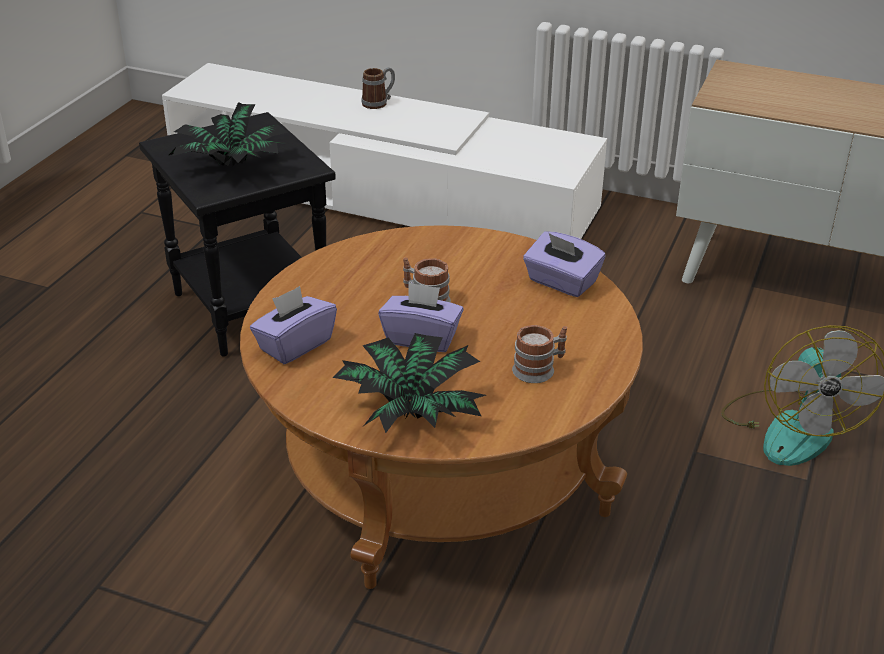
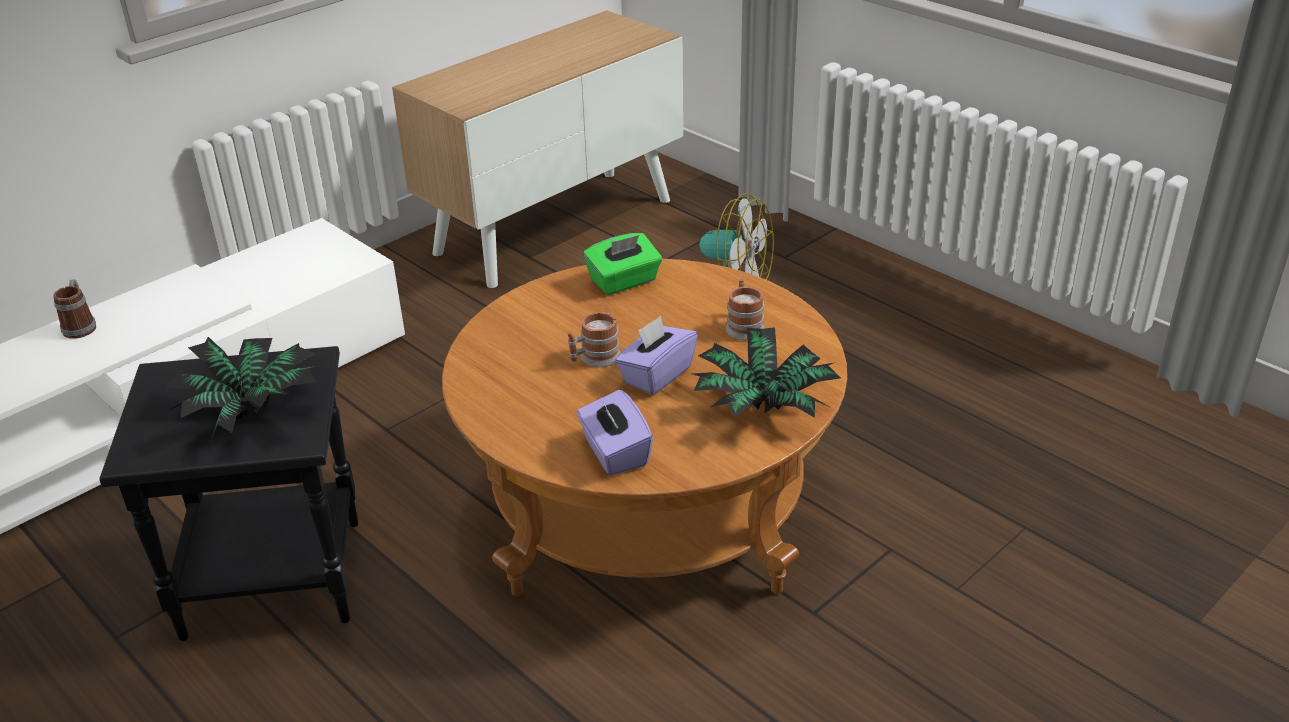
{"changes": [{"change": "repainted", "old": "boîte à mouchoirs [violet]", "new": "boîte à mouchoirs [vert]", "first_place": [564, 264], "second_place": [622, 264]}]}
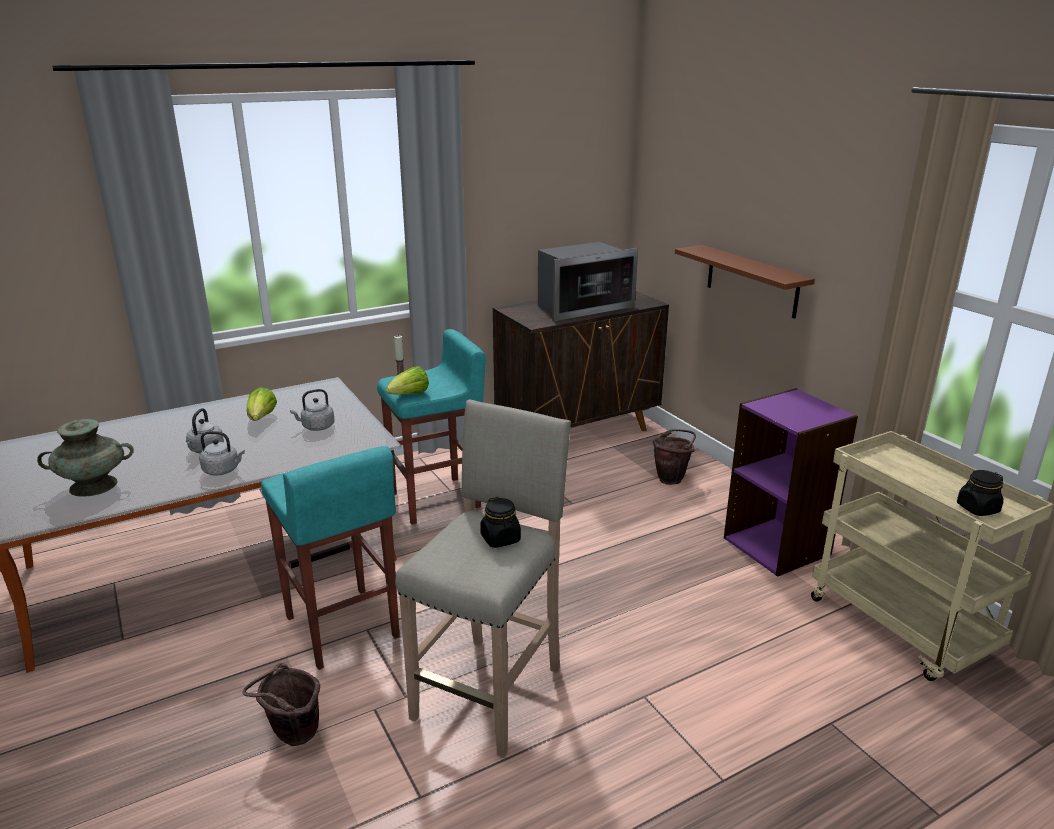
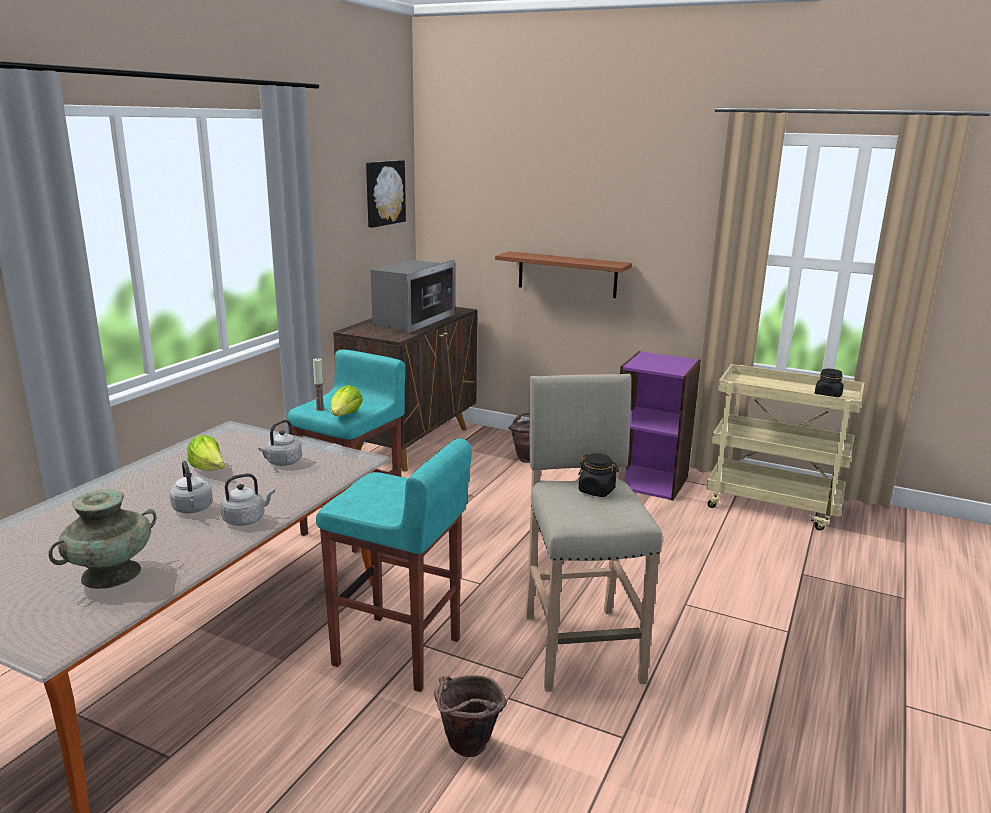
{"changes": [{"change": "new", "new": "tableau", "second_place": [386, 194]}]}
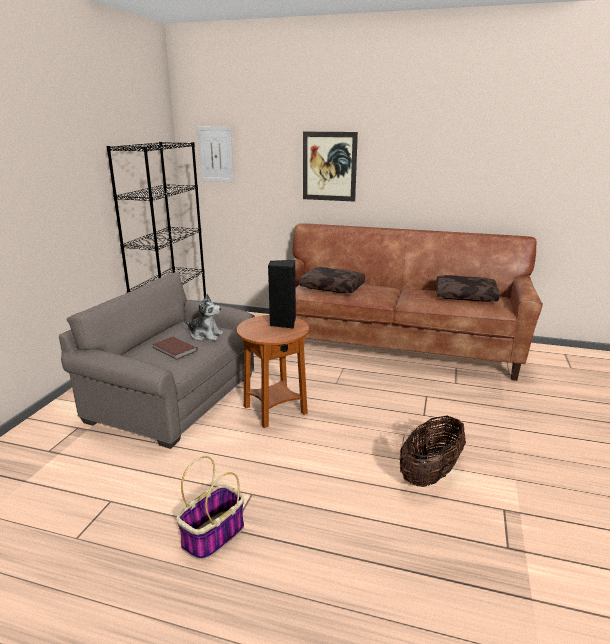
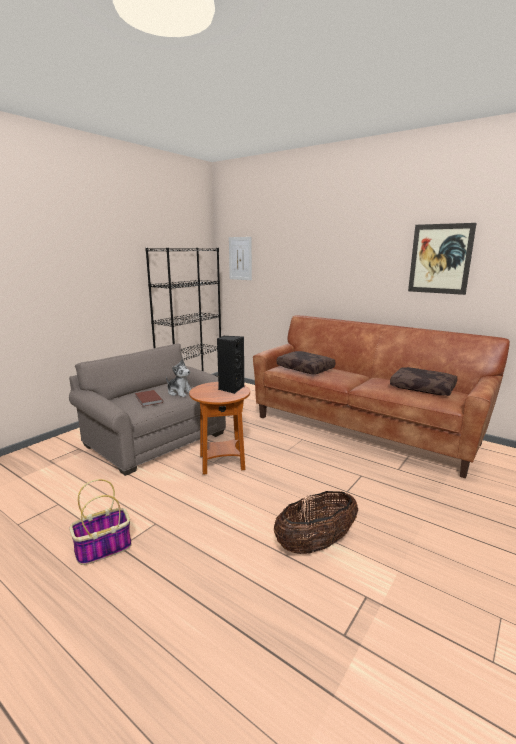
{"changes": [{"change": "shifted", "old": "tableau", "first_place": [330, 167], "second_place": [442, 259]}]}
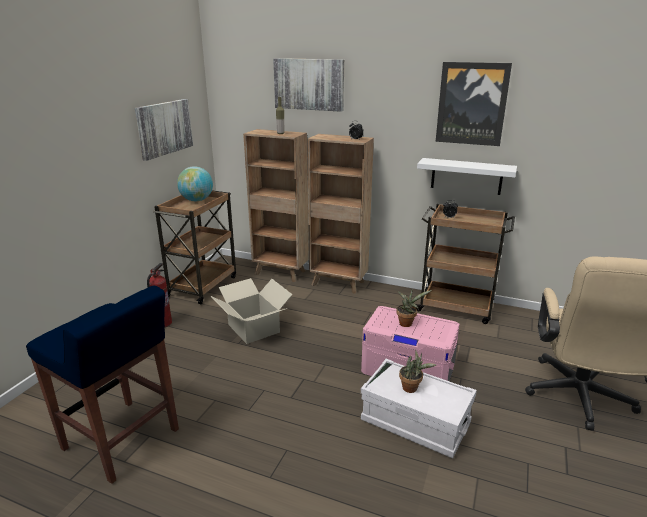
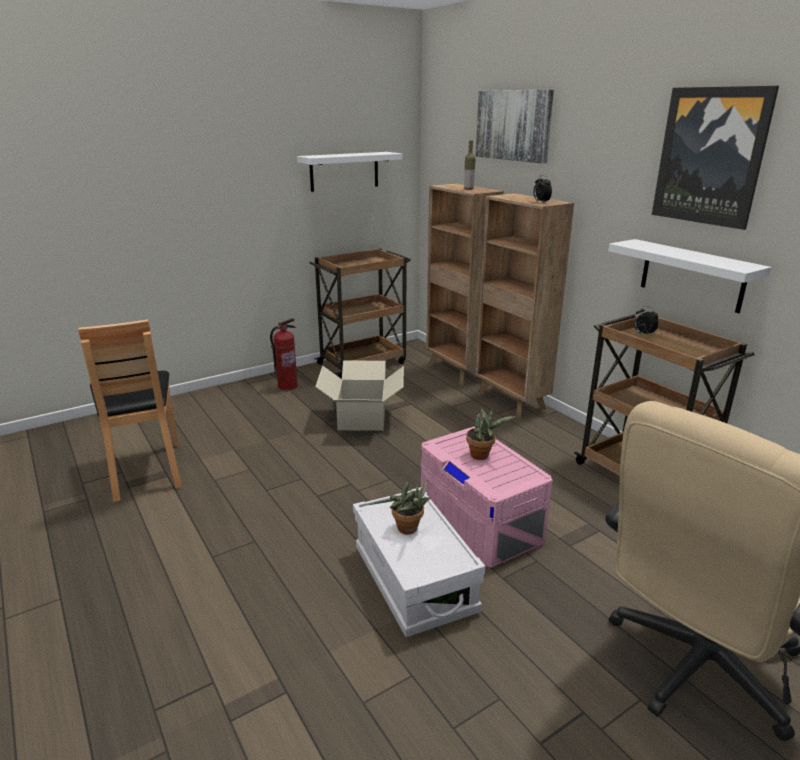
{"changes": [{"change": "swapped", "old": "tabouret [bleu]", "new": "chaise [marron]", "first_place": [102, 384], "second_place": [130, 410]}, {"change": "swapped", "old": "tableau", "new": "étagère [blanc]", "first_place": [164, 130], "second_place": [349, 172]}, {"change": "gone", "old": "globe", "first_place": [195, 183]}]}
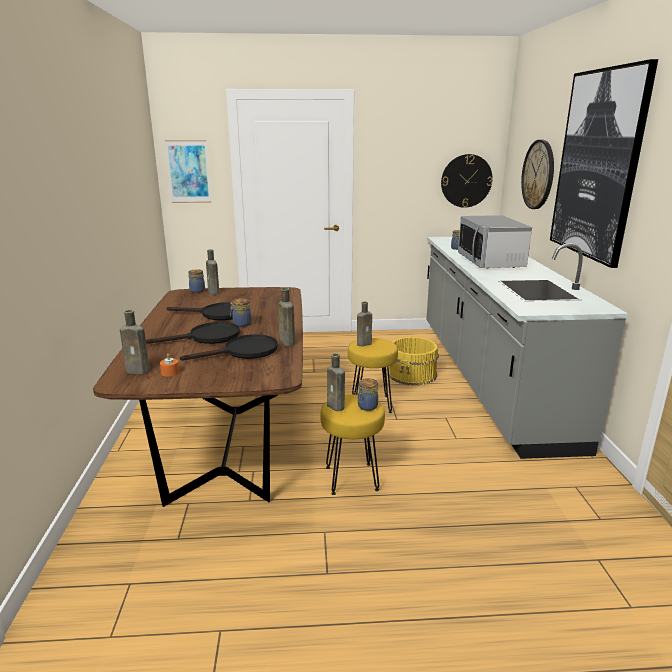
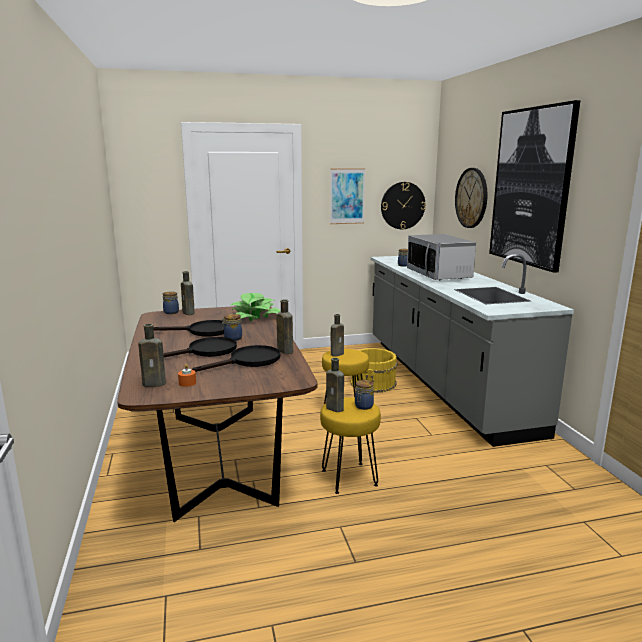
{"changes": [{"change": "new", "new": "plante en pot", "second_place": [255, 307]}, {"change": "shifted", "old": "tableau", "first_place": [188, 171], "second_place": [347, 196]}]}
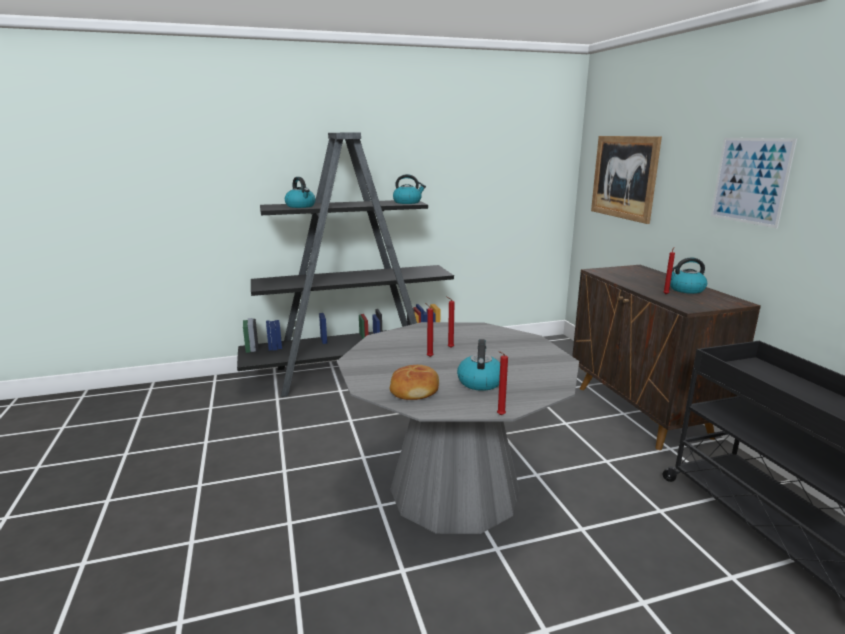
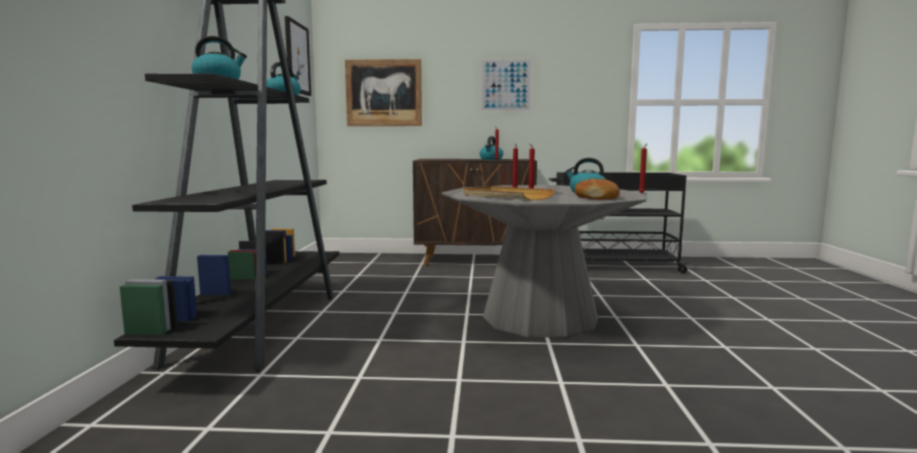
{"changes": [{"change": "new", "new": "tableau", "second_place": [298, 56]}, {"change": "new", "new": "plateau [beige]", "second_place": [509, 193]}]}
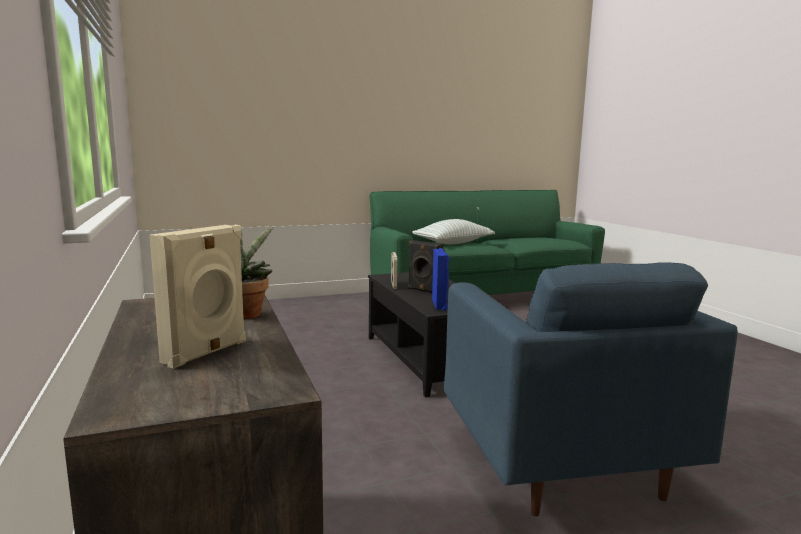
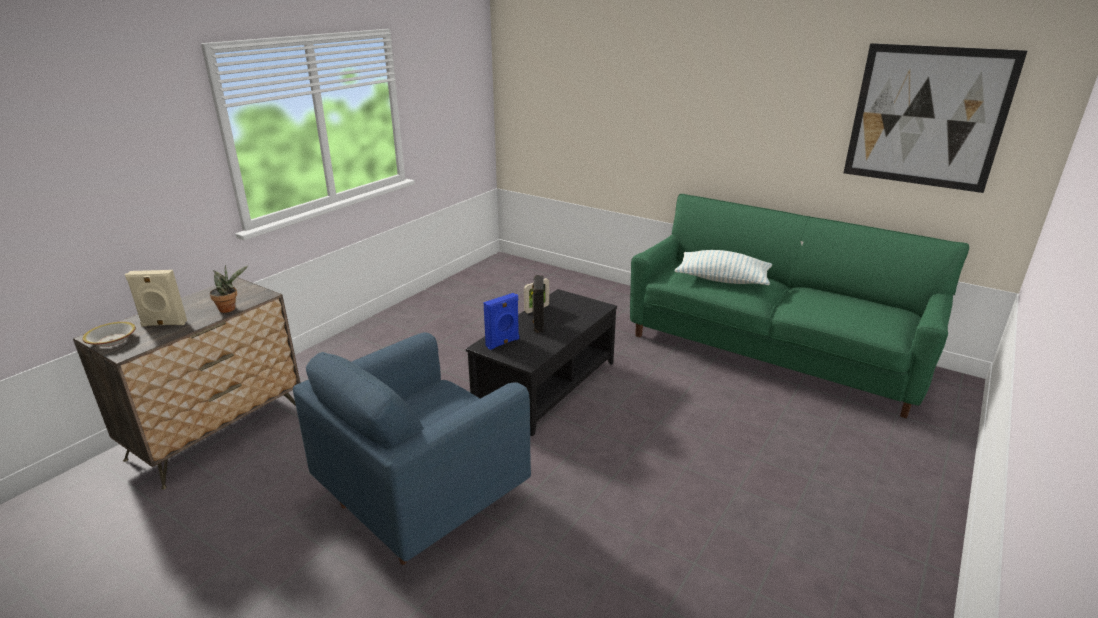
{"changes": [{"change": "new", "new": "bol", "second_place": [109, 334]}, {"change": "new", "new": "tableau", "second_place": [935, 118]}]}
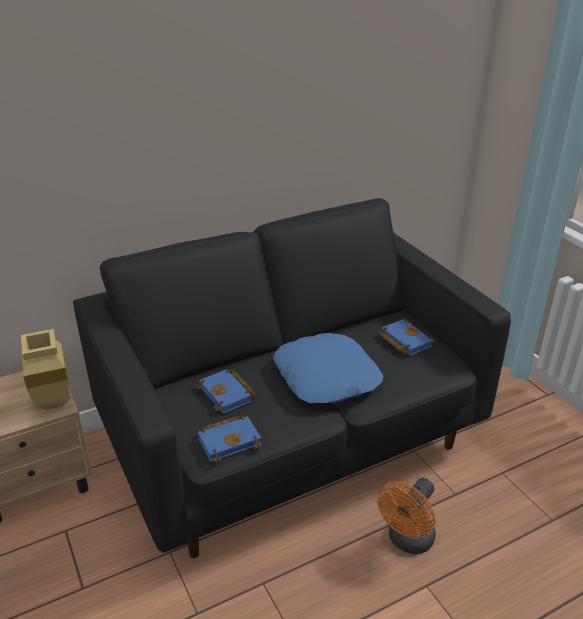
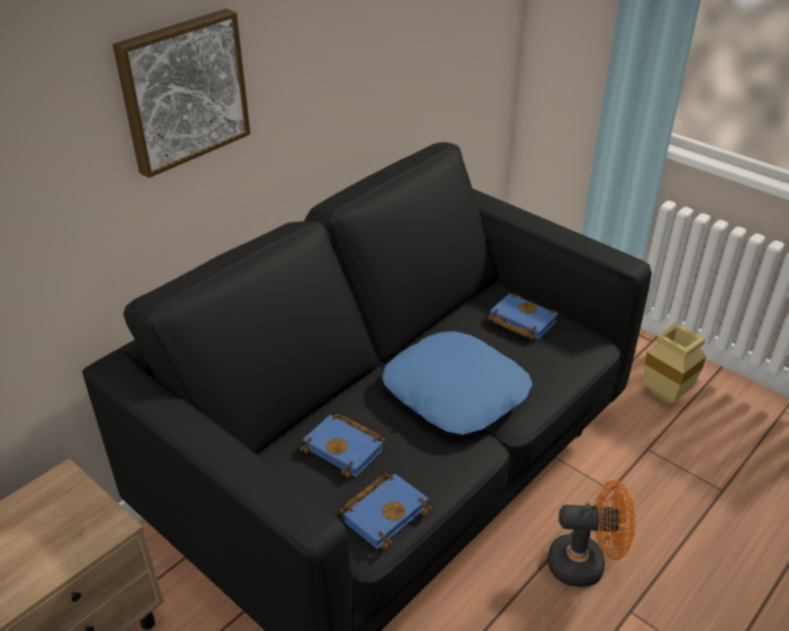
{"changes": [{"change": "new", "new": "tableau", "second_place": [181, 93]}, {"change": "rotated", "old": "ventilateur [orange]", "first_place": [406, 516], "second_place": [591, 533], "degrees": -105}, {"change": "shifted", "old": "vase [beige]", "first_place": [45, 369], "second_place": [675, 363]}]}
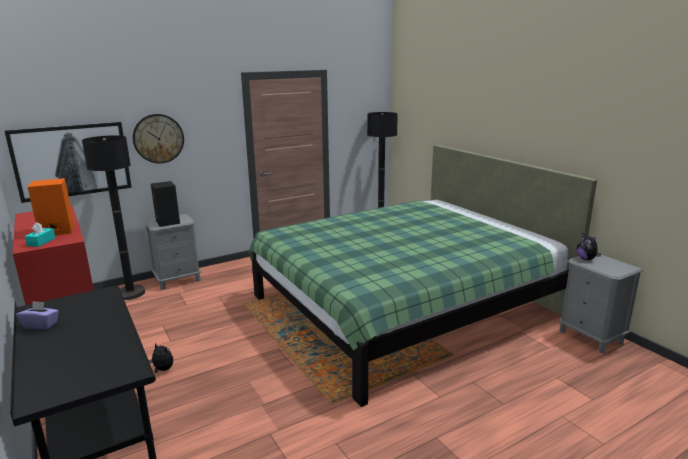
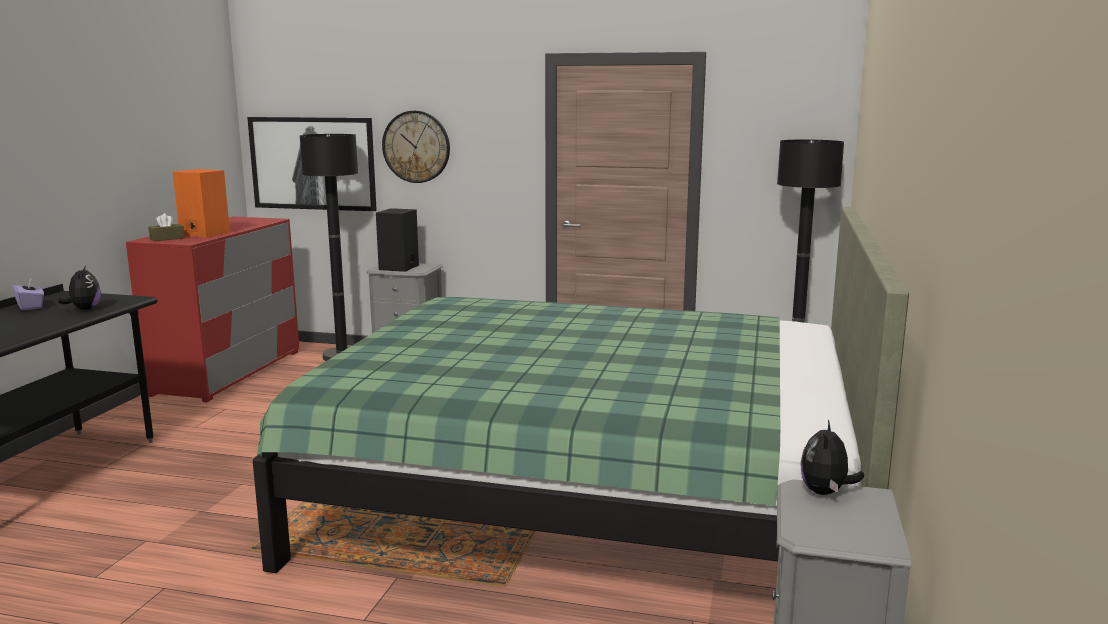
{"changes": [{"change": "shifted", "old": "peluche", "first_place": [161, 358], "second_place": [79, 287]}, {"change": "repainted", "old": "boîte à mouchoirs [turquoise]", "new": "boîte à mouchoirs [marron]", "first_place": [40, 234], "second_place": [166, 227]}]}
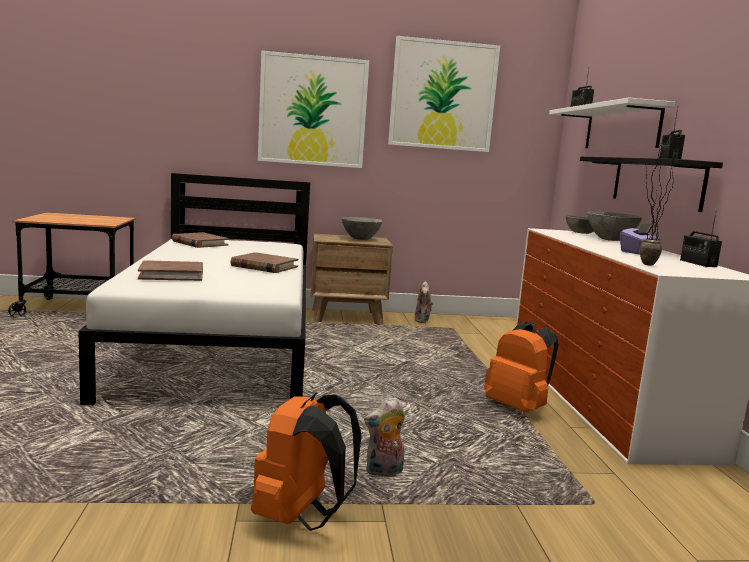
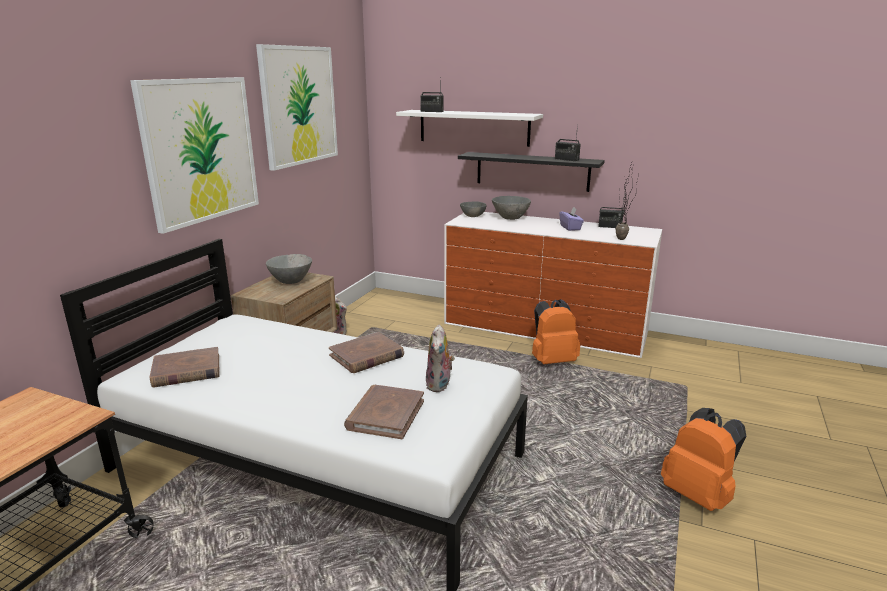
{"changes": [{"change": "shifted", "old": "peluche", "first_place": [384, 437], "second_place": [440, 358]}]}
